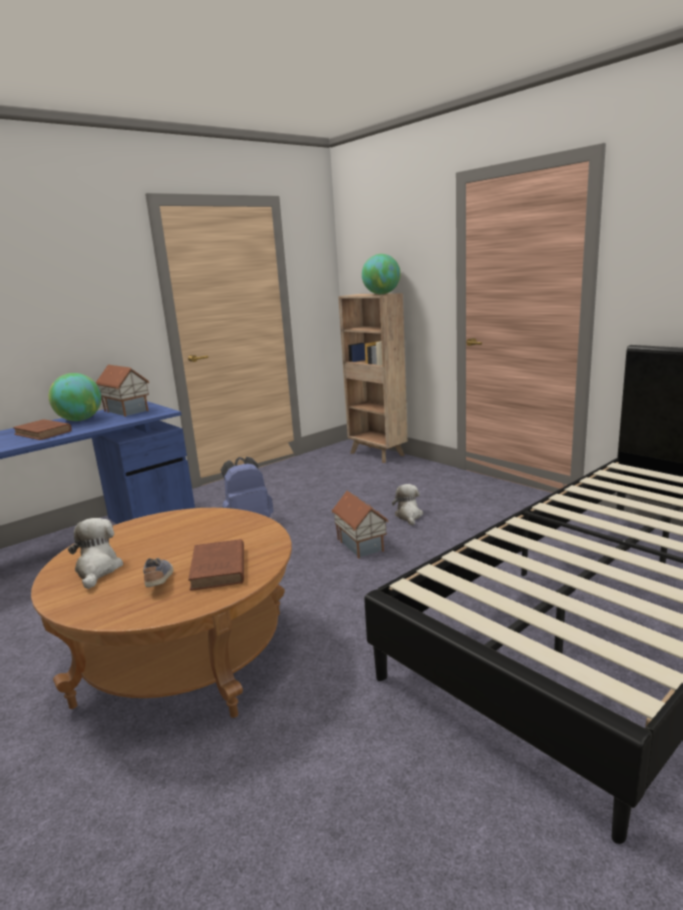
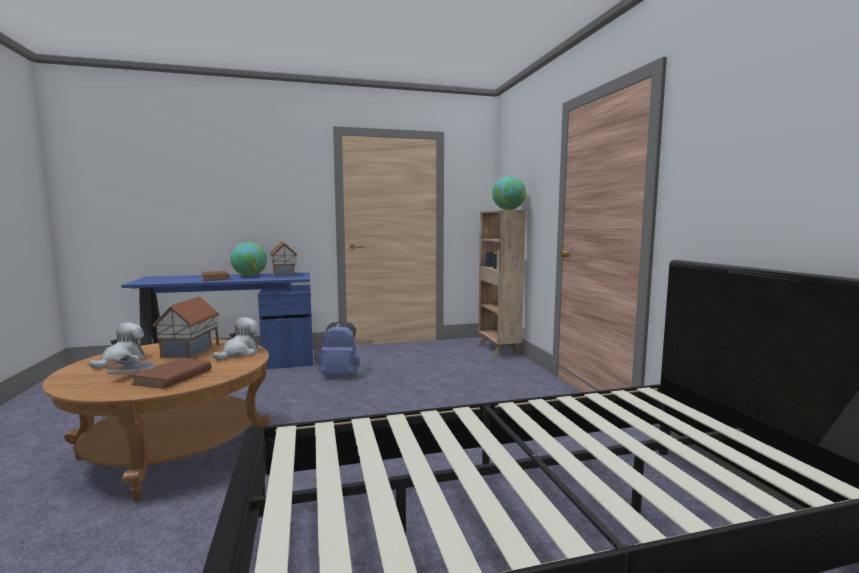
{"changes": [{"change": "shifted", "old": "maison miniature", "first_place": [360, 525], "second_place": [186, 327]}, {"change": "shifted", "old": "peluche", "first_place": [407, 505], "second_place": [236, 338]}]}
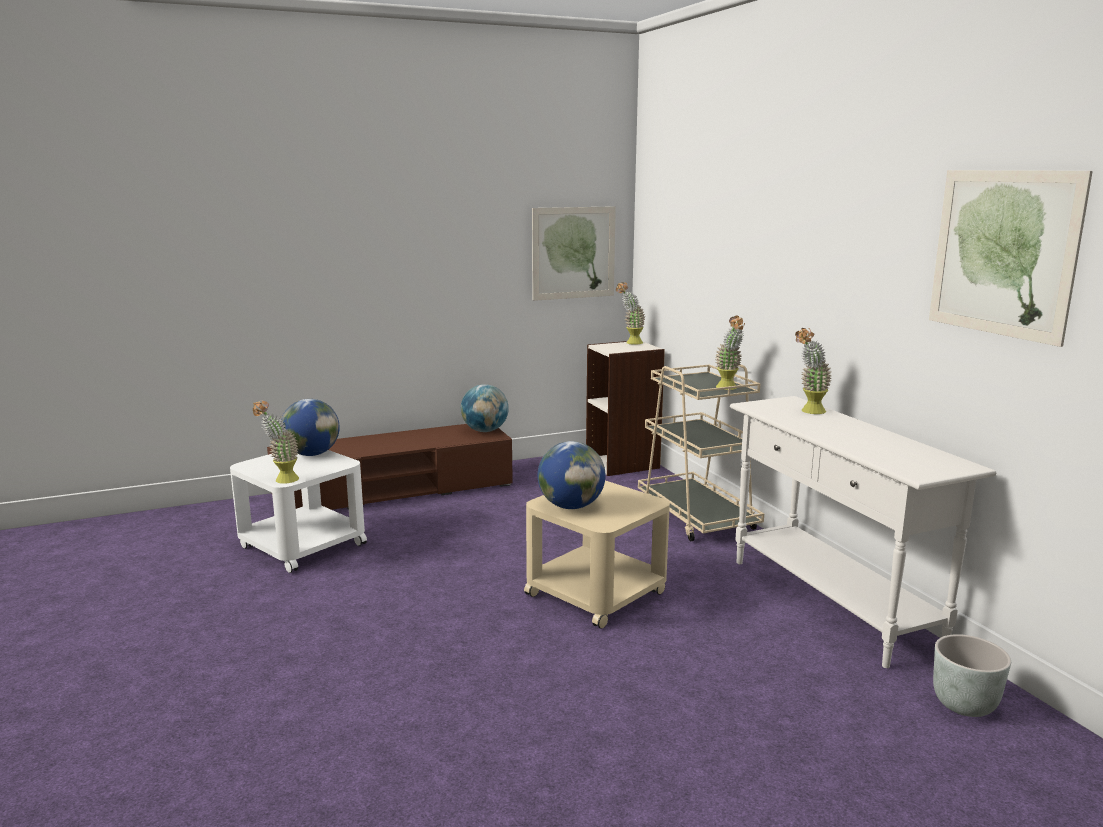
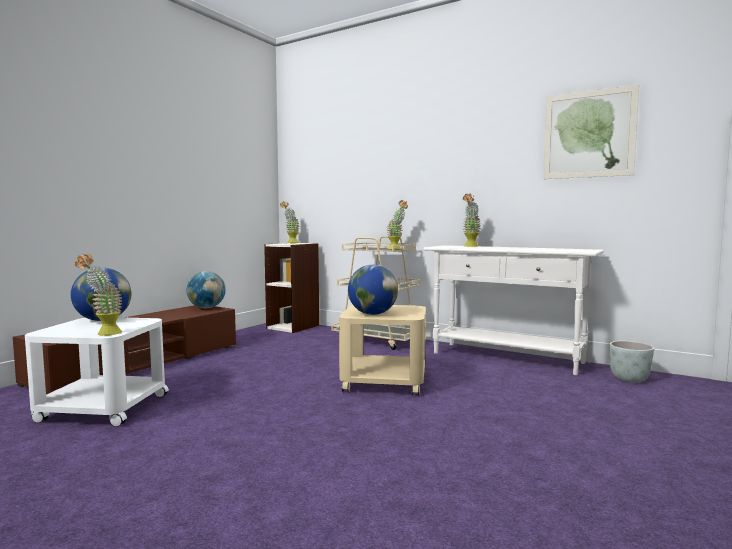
{"changes": [{"change": "gone", "old": "tableau", "first_place": [574, 253]}]}
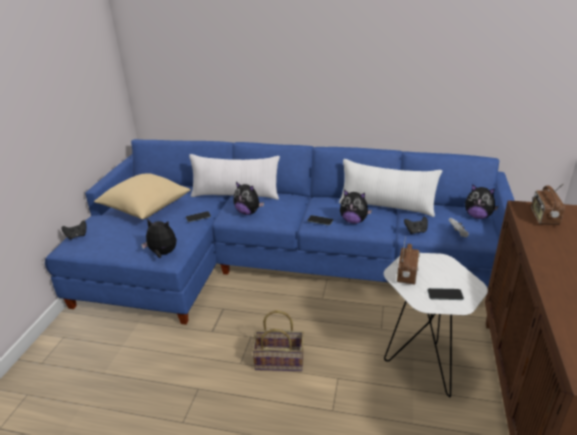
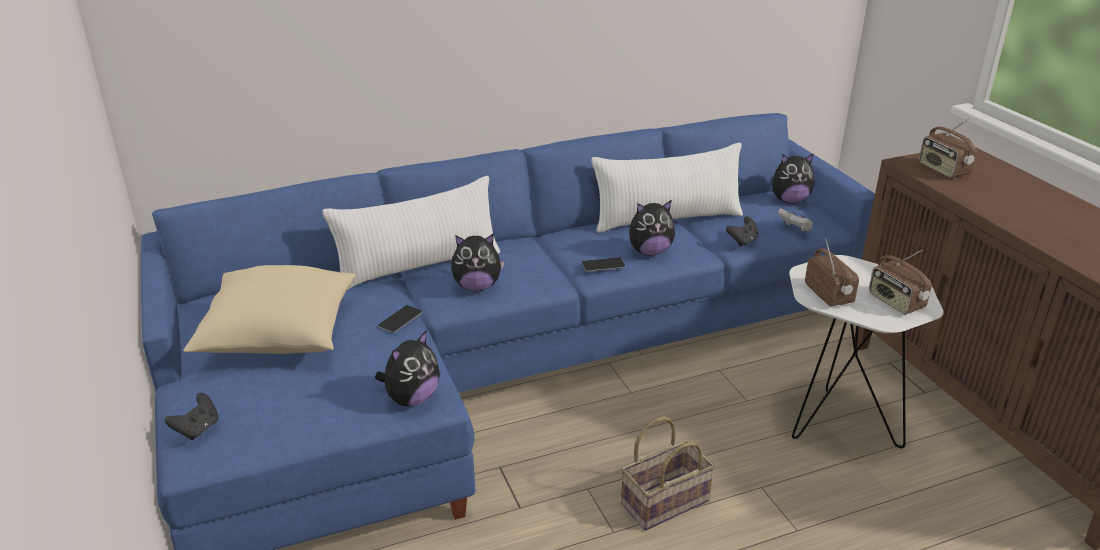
{"changes": [{"change": "rotated", "old": "peluche", "first_place": [158, 238], "second_place": [407, 368], "degrees": 150}, {"change": "swapped", "old": "téléphone", "new": "radio", "first_place": [446, 294], "second_place": [900, 281]}]}
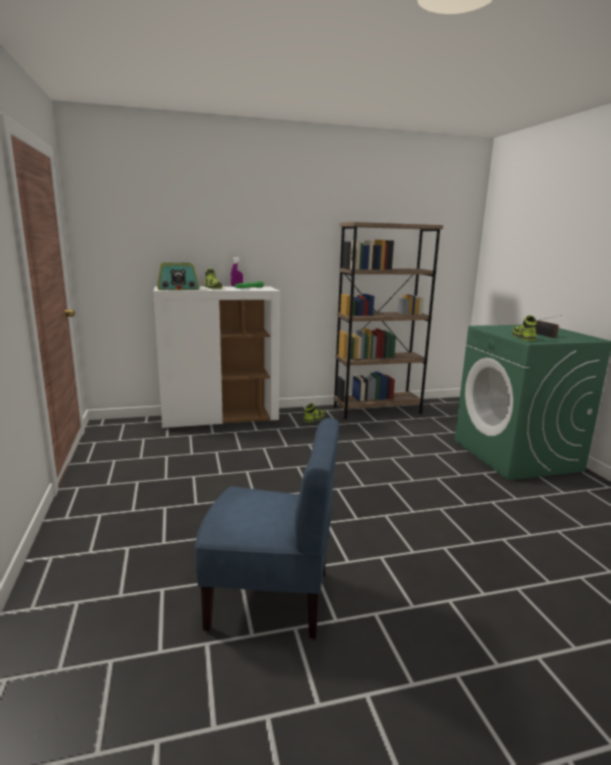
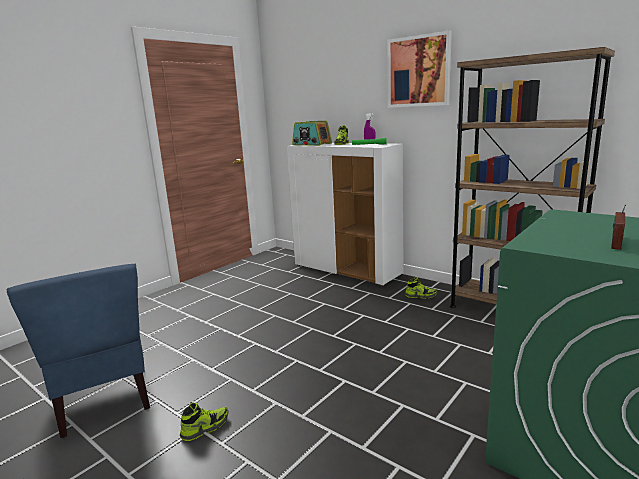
{"changes": [{"change": "shifted", "old": "chaussure", "first_place": [524, 328], "second_place": [204, 422]}, {"change": "new", "new": "tableau", "second_place": [419, 69]}]}
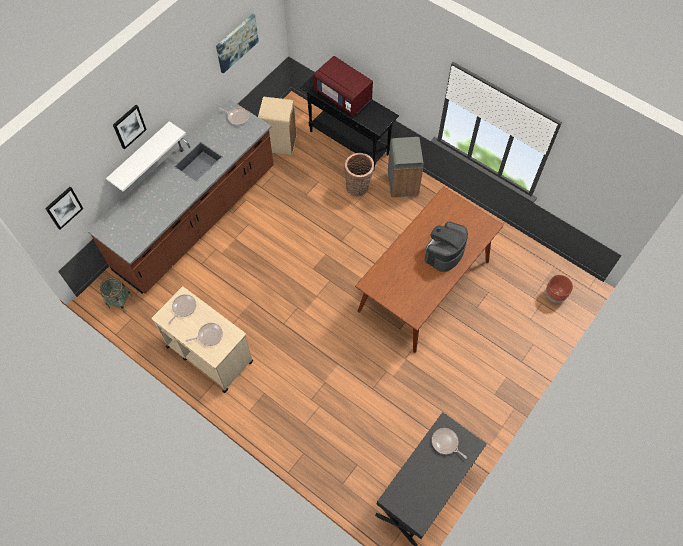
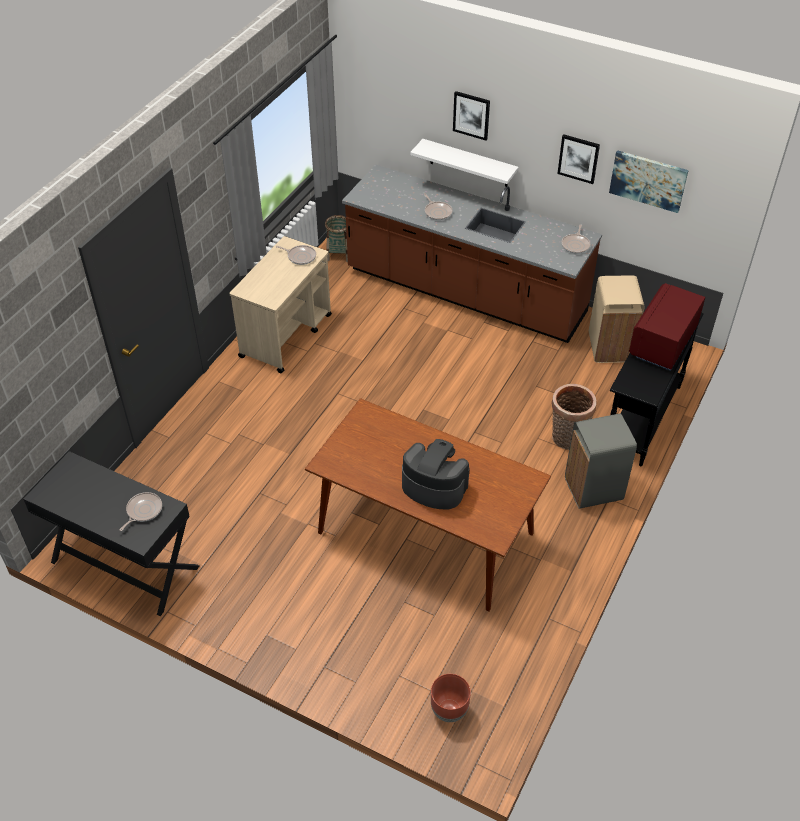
{"changes": [{"change": "shifted", "old": "poêle", "first_place": [204, 334], "second_place": [438, 207]}, {"change": "shifted", "old": "tableau", "first_place": [64, 208], "second_place": [578, 159]}]}
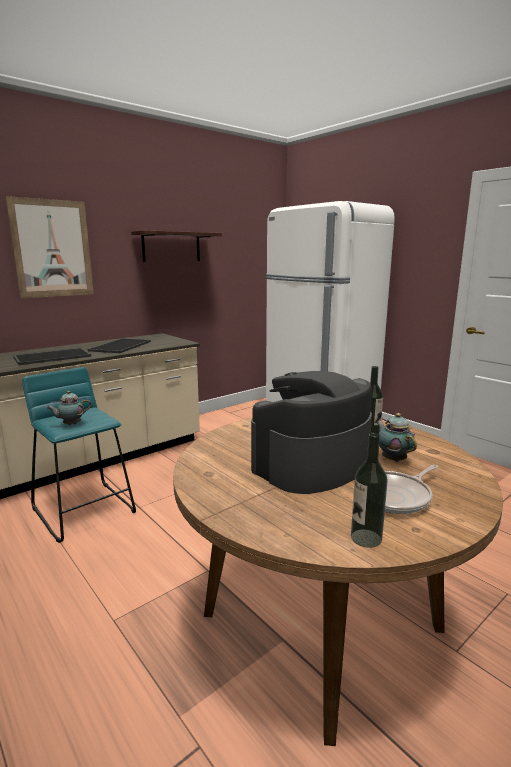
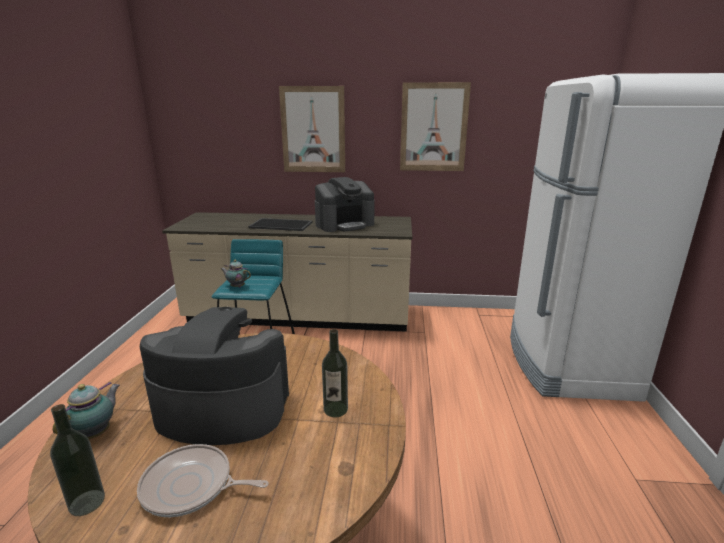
{"changes": [{"change": "shifted", "old": "théière", "first_place": [396, 437], "second_place": [86, 410]}, {"change": "swapped", "old": "plateau", "new": "machine à café", "first_place": [119, 345], "second_place": [345, 204]}, {"change": "swapped", "old": "étagère", "new": "tableau", "first_place": [176, 246], "second_place": [435, 126]}]}
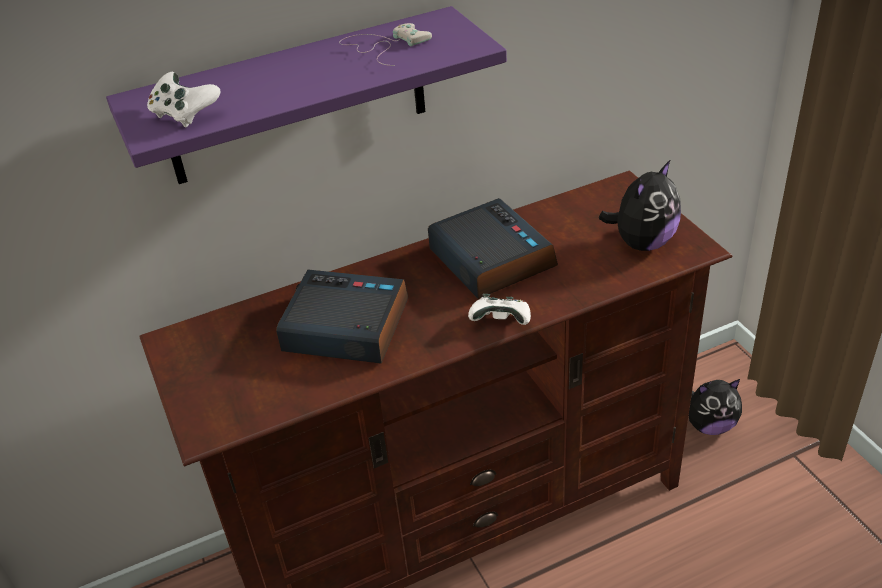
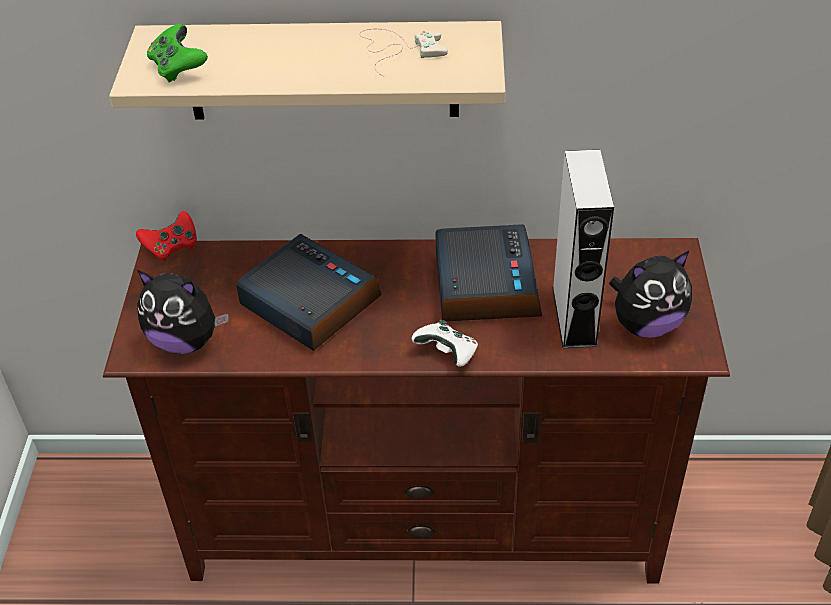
{"changes": [{"change": "repainted", "old": "étagère [violet]", "new": "étagère [beige]", "first_place": [306, 95], "second_place": [307, 70]}, {"change": "new", "new": "manette [rouge]", "second_place": [166, 236]}, {"change": "shifted", "old": "peluche", "first_place": [715, 407], "second_place": [182, 312]}, {"change": "repainted", "old": "manette [blanc]", "new": "manette [vert]", "first_place": [184, 99], "second_place": [177, 53]}, {"change": "new", "new": "enceinte [gris]", "second_place": [583, 249]}]}
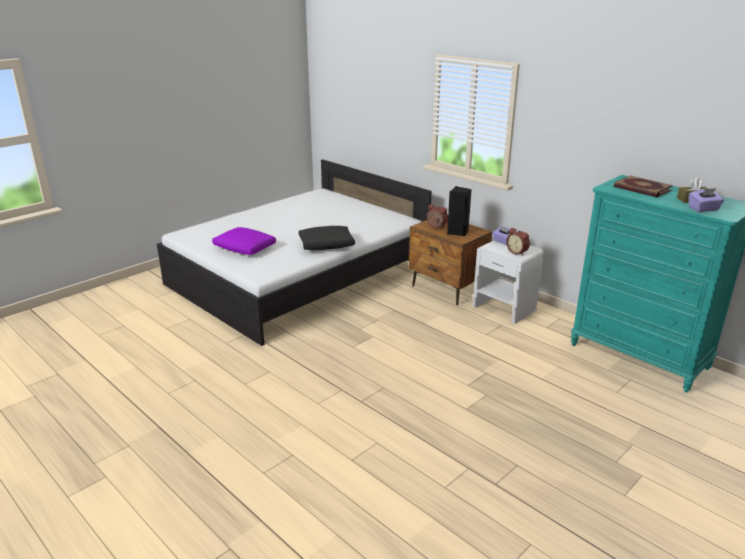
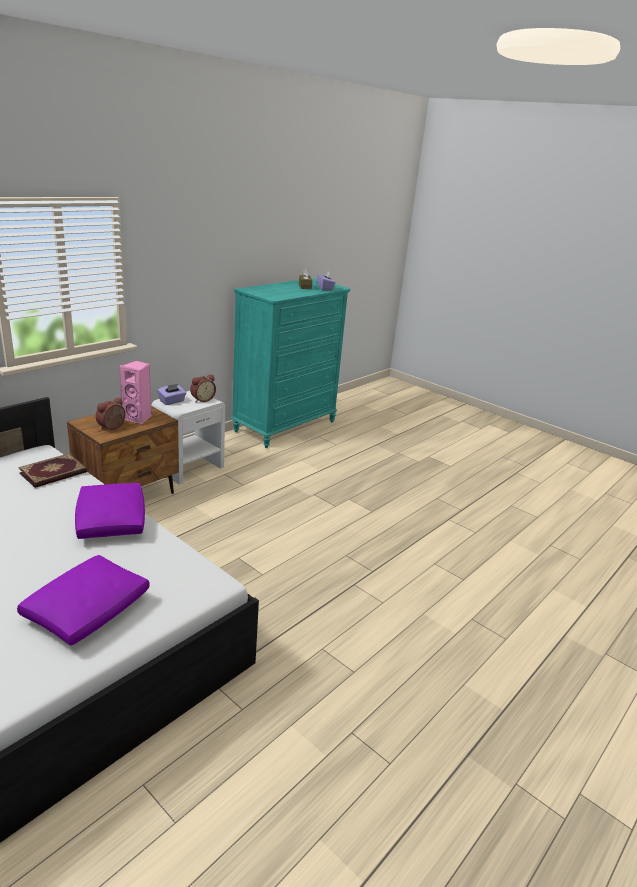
{"changes": [{"change": "shifted", "old": "livre", "first_place": [643, 186], "second_place": [52, 470]}, {"change": "repainted", "old": "coussin [noir]", "new": "coussin [violet]", "first_place": [327, 238], "second_place": [110, 511]}, {"change": "repainted", "old": "enceinte [noir]", "new": "enceinte [rose]", "first_place": [459, 211], "second_place": [135, 392]}]}
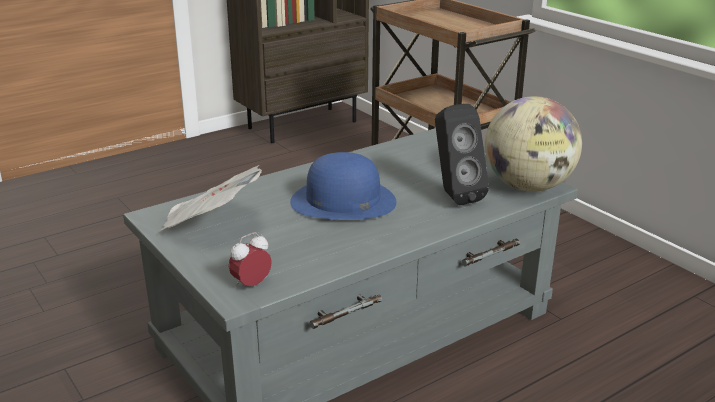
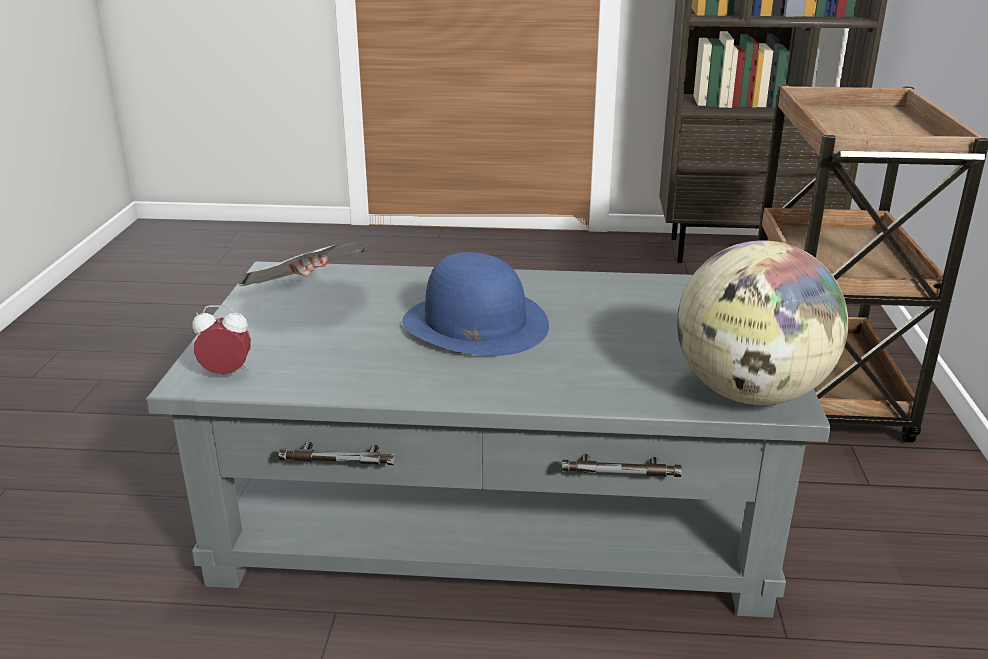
{"changes": [{"change": "gone", "old": "enceinte [noir]", "first_place": [462, 155]}]}
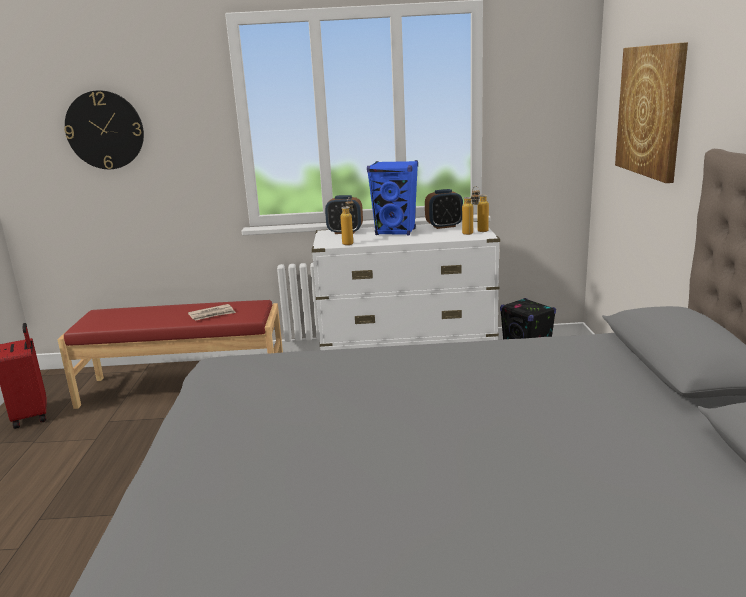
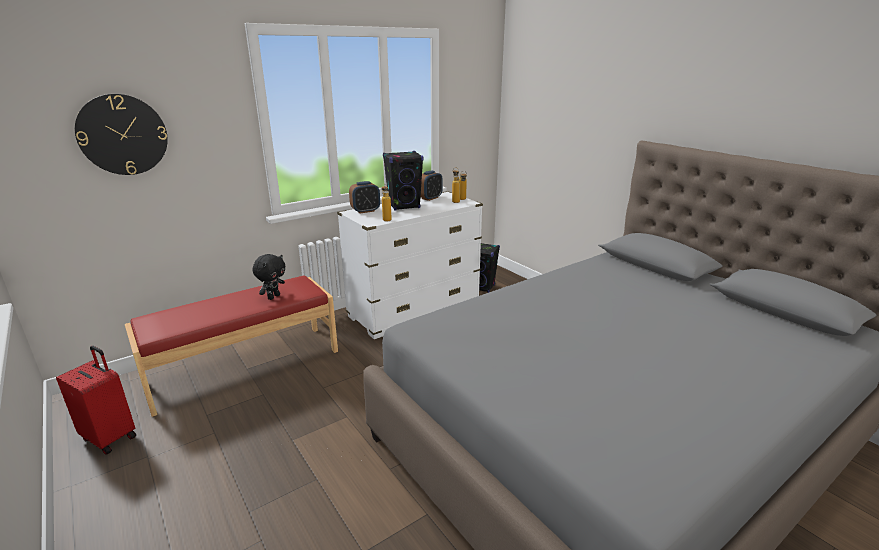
{"changes": [{"change": "swapped", "old": "journal", "new": "peluche [noir]", "first_place": [212, 312], "second_place": [269, 277]}, {"change": "repainted", "old": "enceinte [bleu]", "new": "enceinte [noir]", "first_place": [392, 198], "second_place": [403, 180]}, {"change": "gone", "old": "tableau", "first_place": [651, 112]}]}
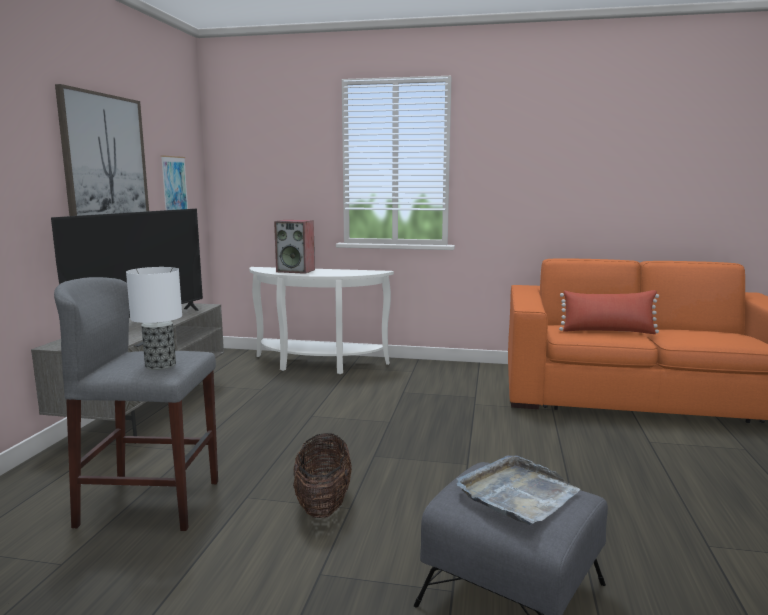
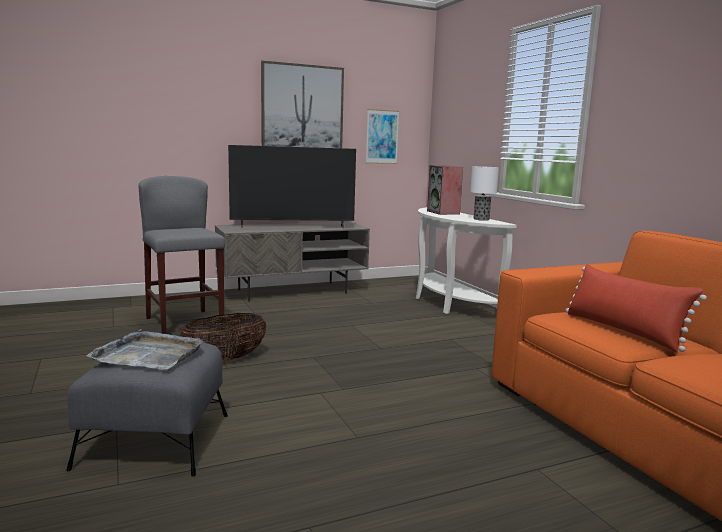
{"changes": [{"change": "shifted", "old": "lampe de table", "first_place": [154, 318], "second_place": [484, 193]}]}
